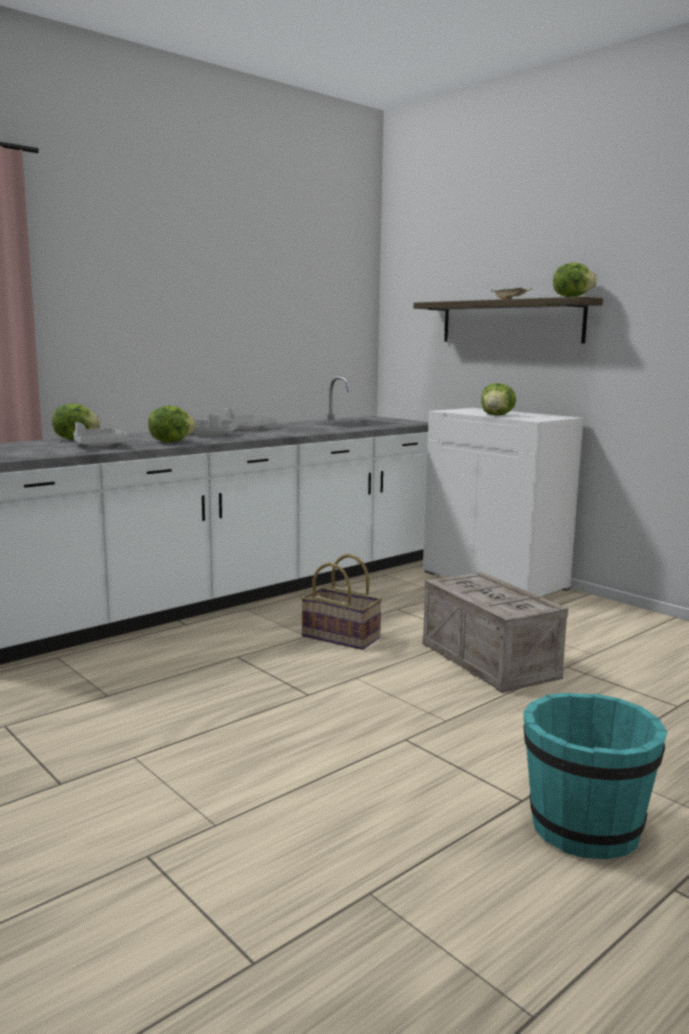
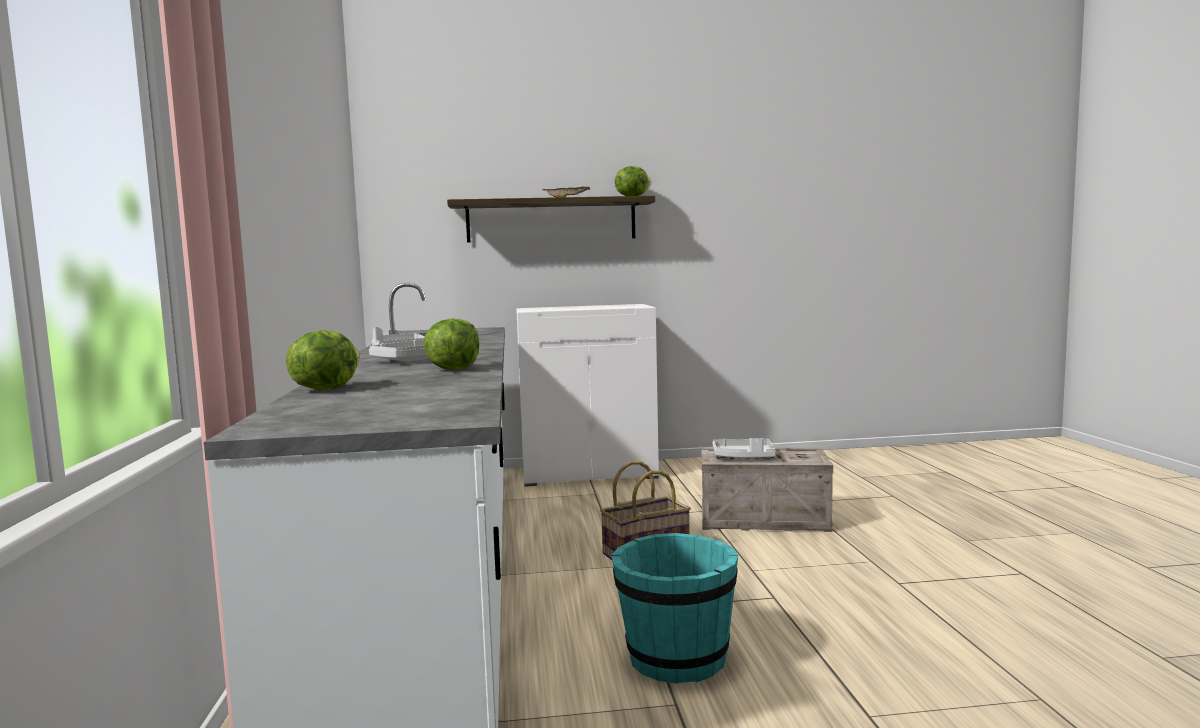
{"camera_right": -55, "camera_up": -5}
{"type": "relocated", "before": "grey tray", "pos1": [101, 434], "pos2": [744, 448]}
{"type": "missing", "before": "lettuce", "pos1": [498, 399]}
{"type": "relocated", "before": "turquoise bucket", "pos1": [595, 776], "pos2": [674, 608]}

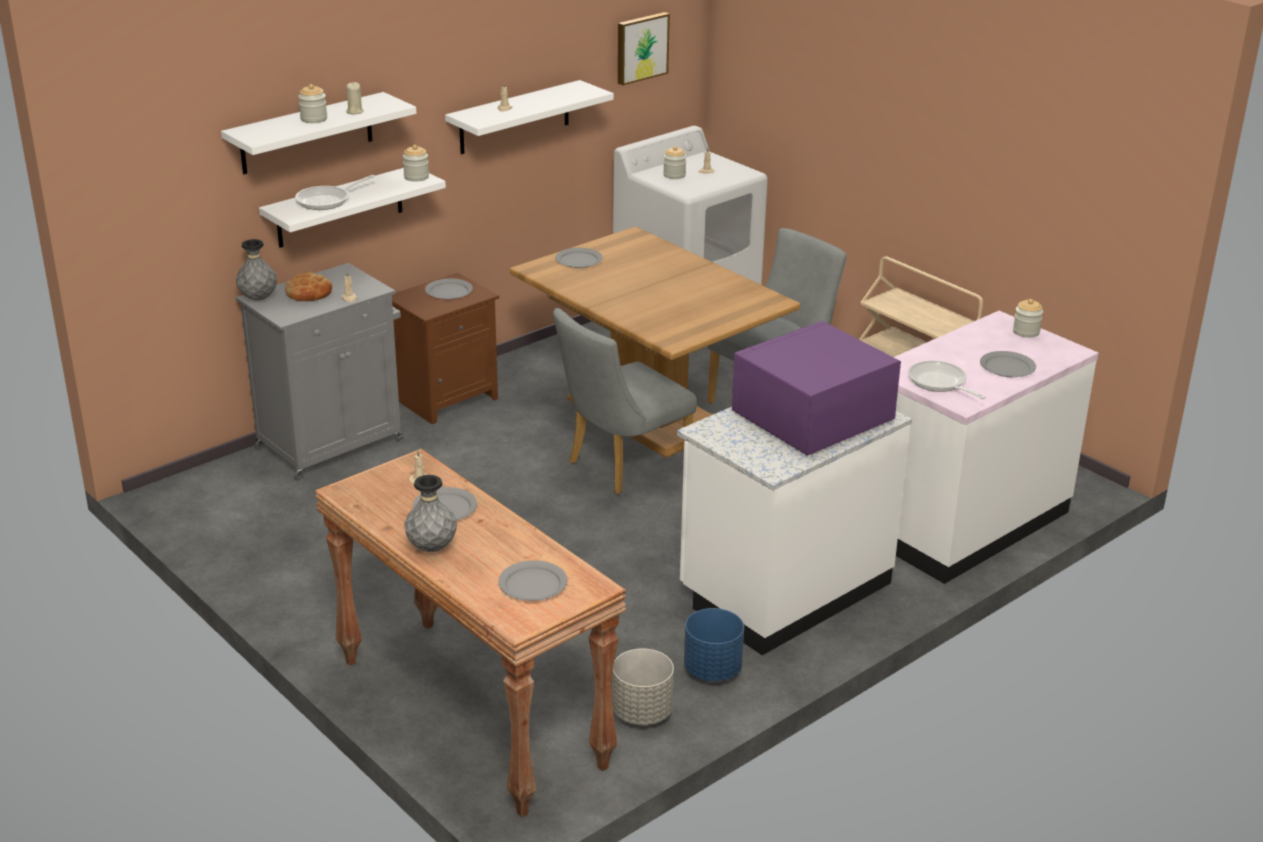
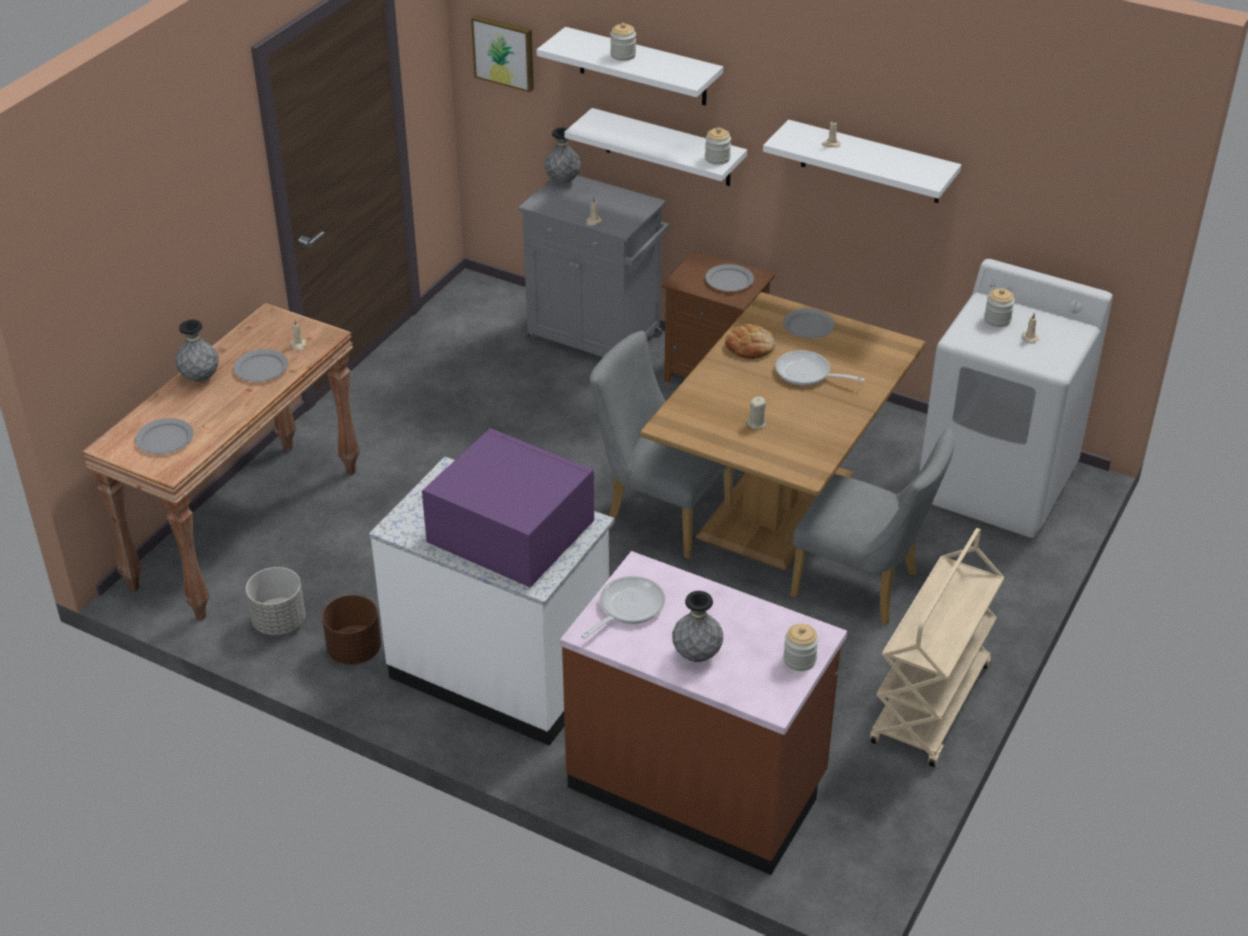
{"camera_right": 70, "camera_up": 10}
{"type": "relocated", "before": "bread", "pos1": [308, 286], "pos2": [750, 341]}
{"type": "relocated", "before": "frying pan", "pos1": [335, 192], "pos2": [820, 368]}
{"type": "relocated", "before": "beige candle", "pos1": [355, 98], "pos2": [756, 412]}
{"type": "relocated", "before": "picture", "pos1": [644, 48], "pos2": [502, 53]}
{"type": "colour", "before": "blue planter", "after": "brown planter", "pos1": [714, 644], "pos2": [351, 630]}
{"type": "colour", "before": "white counter", "after": "brown counter", "pos1": [996, 447], "pos2": [703, 713]}
{"type": "exchanged", "before": "grey plate", "after": "grey vase", "pos1": [1008, 364], "pos2": [697, 626]}

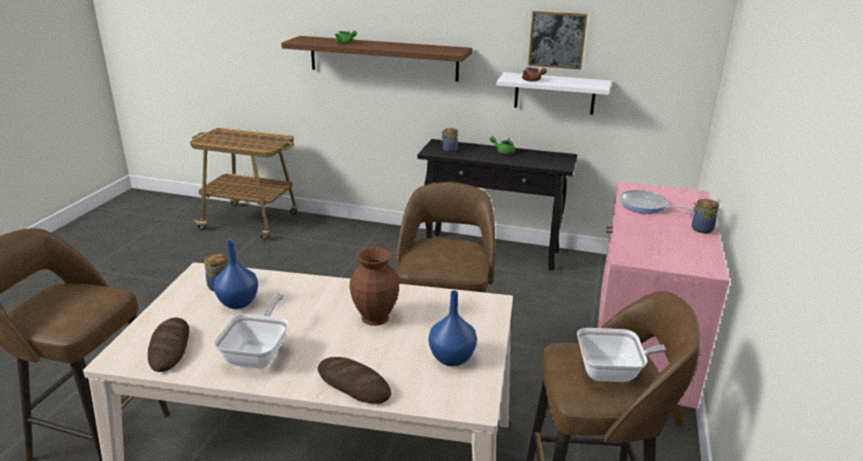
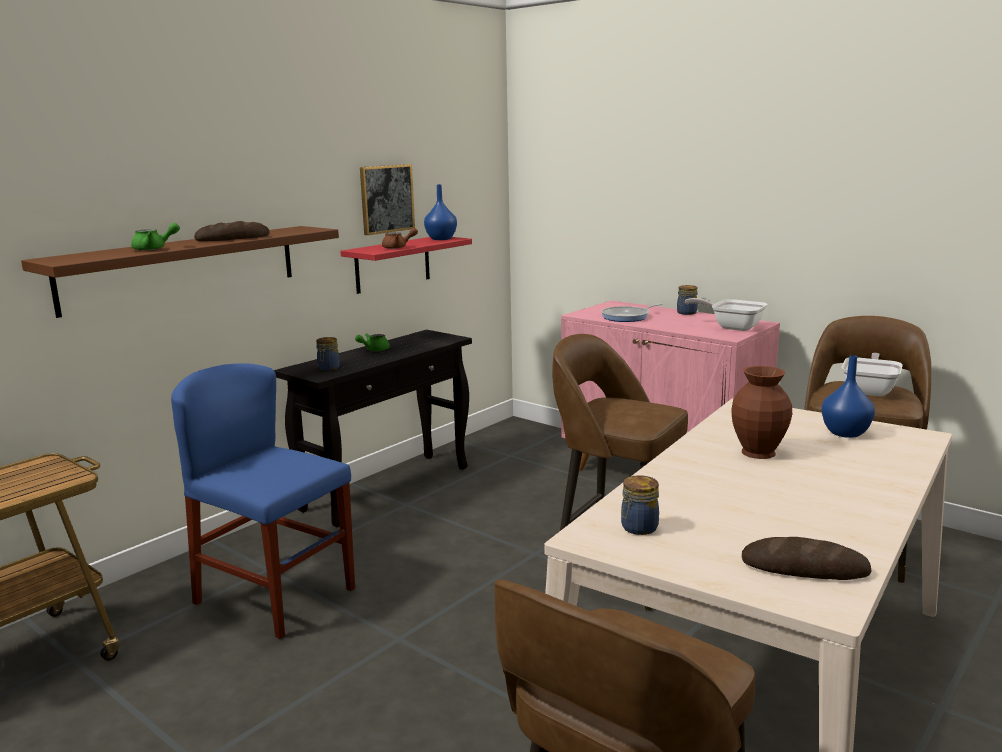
{"camera_right": -65, "camera_up": -10}
{"type": "relocated", "before": "blue vase", "pos1": [236, 275], "pos2": [440, 212]}
{"type": "relocated", "before": "frying pan", "pos1": [251, 331], "pos2": [726, 314]}
{"type": "relocated", "before": "bread", "pos1": [354, 380], "pos2": [231, 231]}
{"type": "colour", "before": "white shelf", "after": "red shelf", "pos1": [553, 93], "pos2": [406, 265]}
{"type": "appeared", "after": "blue chair", "pos2": [263, 501]}

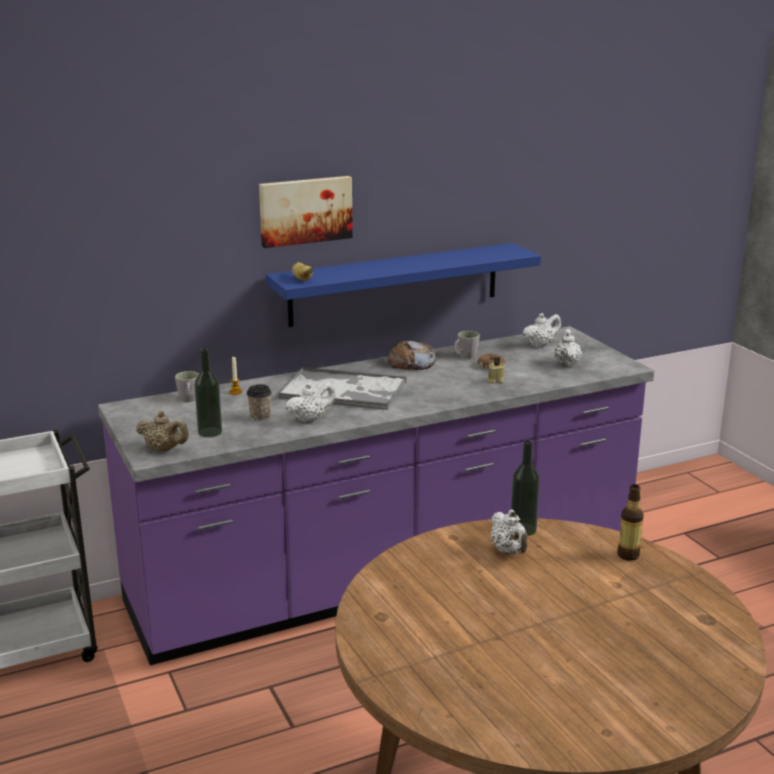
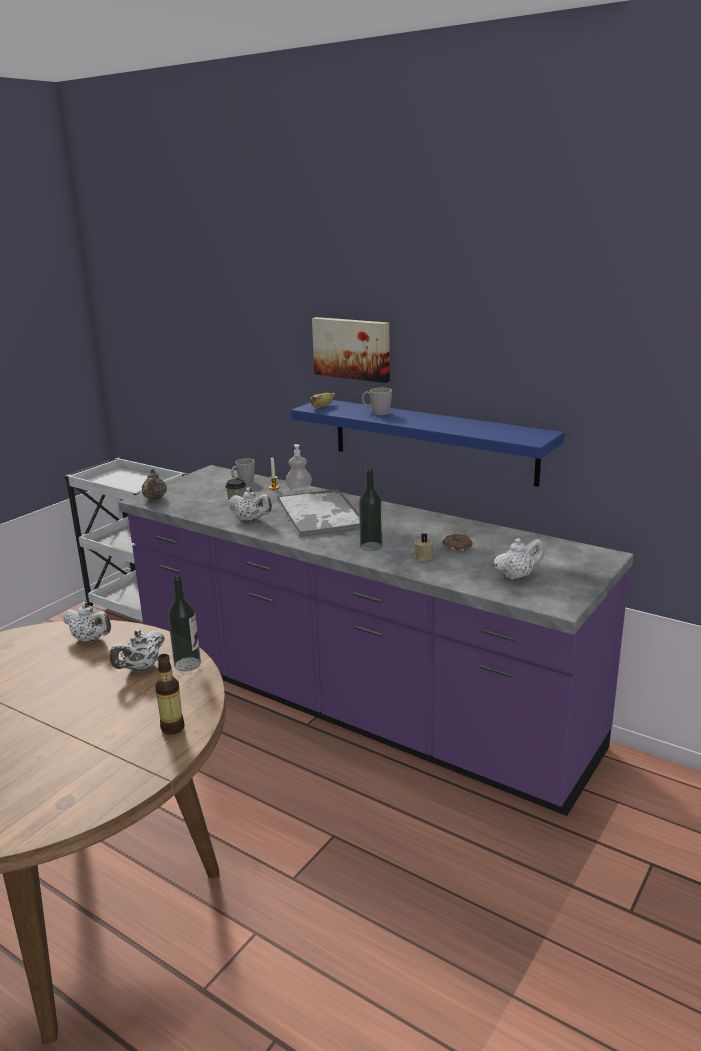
{"camera_right": 60, "camera_up": 0}
{"type": "relocated", "before": "bottle", "pos1": [208, 393], "pos2": [370, 509]}
{"type": "missing", "before": "bread", "pos1": [412, 355]}
{"type": "relocated", "before": "grey mug", "pos1": [467, 345], "pos2": [377, 401]}
{"type": "relocated", "before": "white teapot", "pos1": [542, 330], "pos2": [87, 622]}
{"type": "appeared", "after": "soap dispenser", "pos2": [299, 467]}

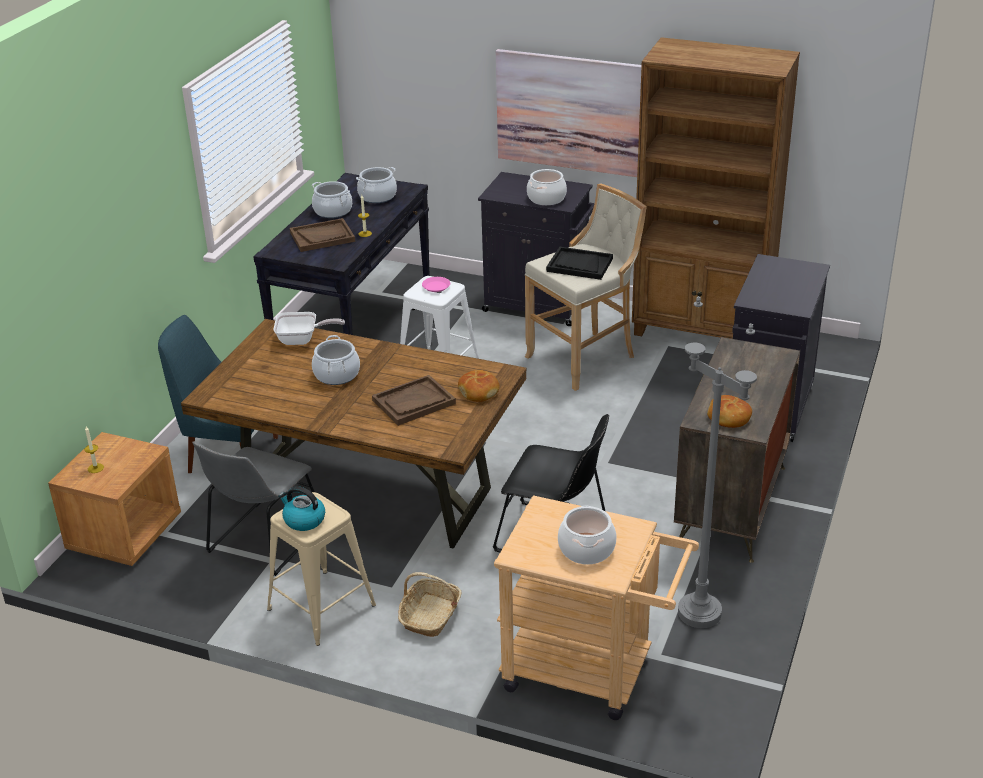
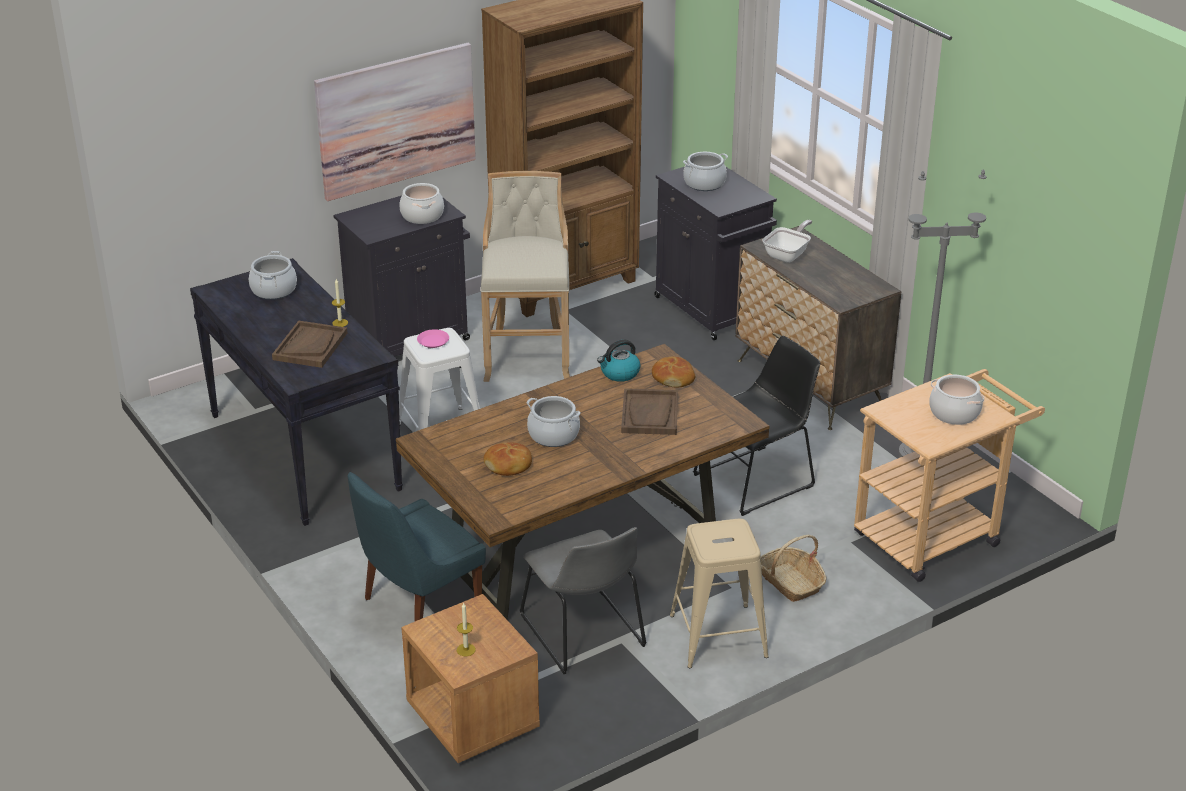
{"camera_right": -55, "camera_up": 0}
{"type": "relocated", "before": "frying pan", "pos1": [309, 328], "pos2": [787, 241]}
{"type": "relocated", "before": "kettle", "pos1": [301, 508], "pos2": [618, 361]}
{"type": "relocated", "before": "cooking pot", "pos1": [332, 199], "pos2": [705, 171]}
{"type": "missing", "before": "black tray", "pos1": [579, 263]}
{"type": "relocated", "before": "bread", "pos1": [729, 411], "pos2": [508, 459]}

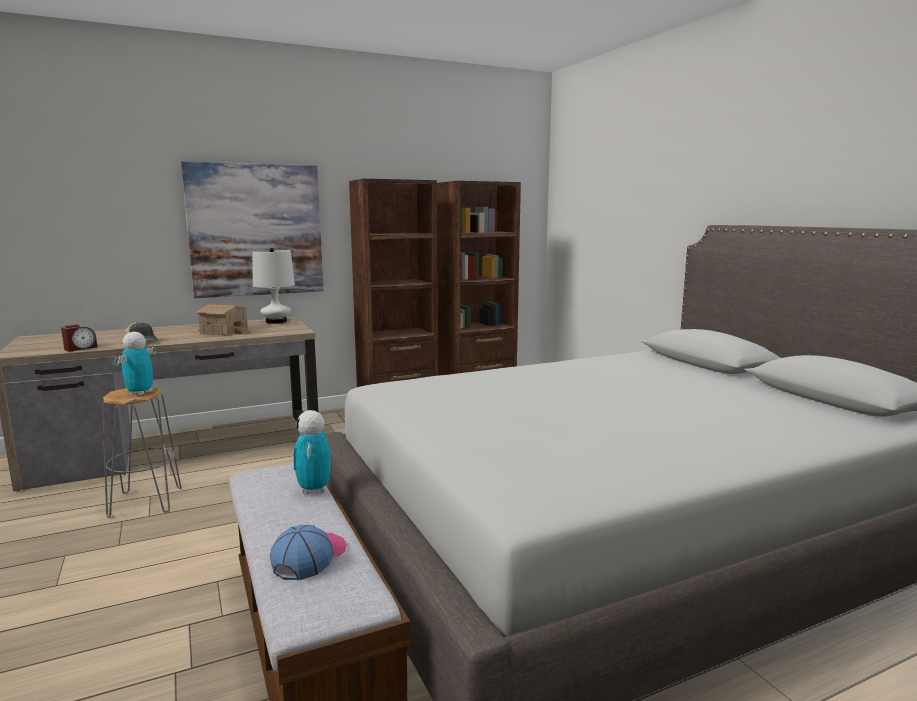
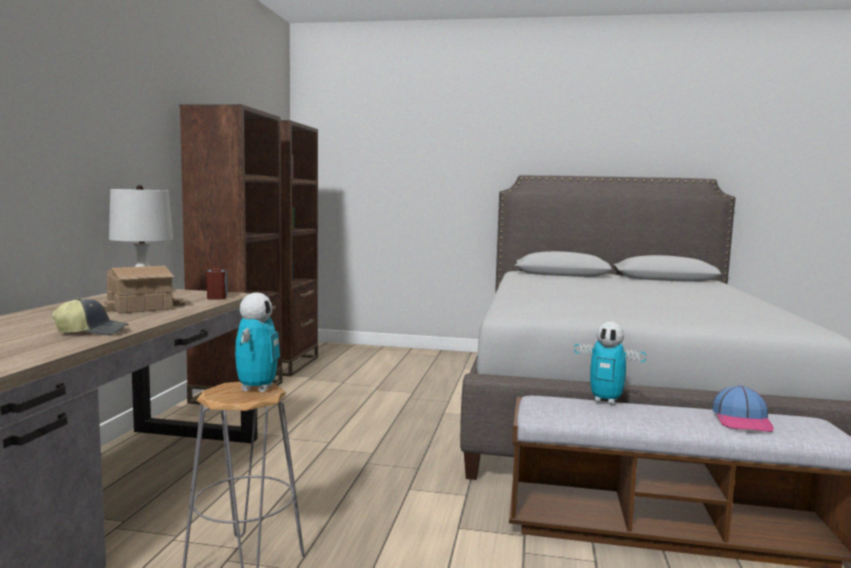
{"camera_right": -55, "camera_up": -5}
{"type": "relocated", "before": "alarm clock", "pos1": [79, 337], "pos2": [217, 284]}
{"type": "spun", "before": "toy robot", "pos1": [135, 364], "pos2": [257, 342], "turn": -135}
{"type": "missing", "before": "picture", "pos1": [252, 229]}
{"type": "spun", "before": "cap", "pos1": [308, 552], "pos2": [743, 408], "turn": -135}

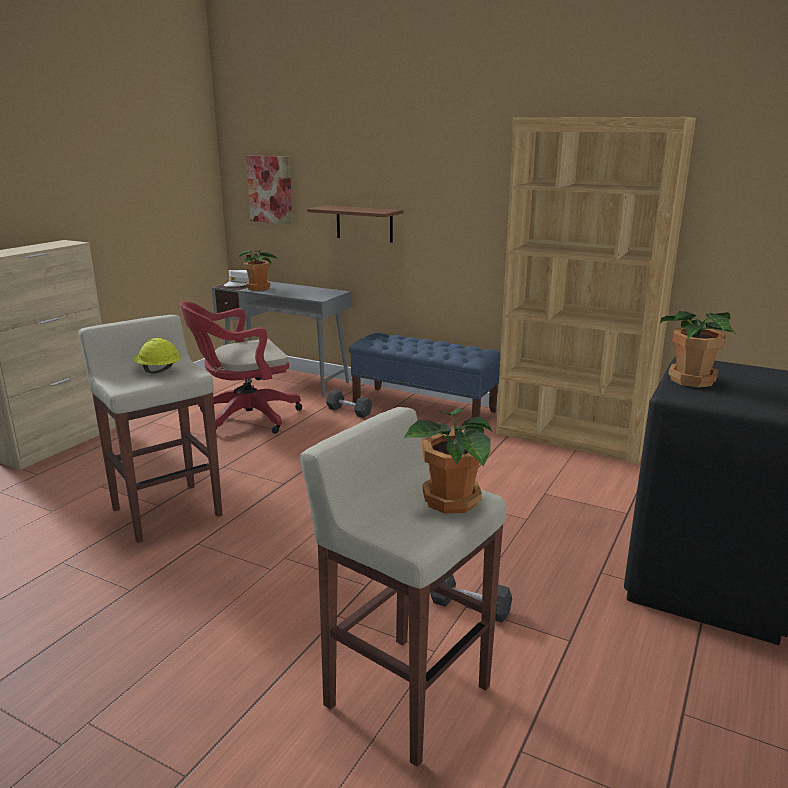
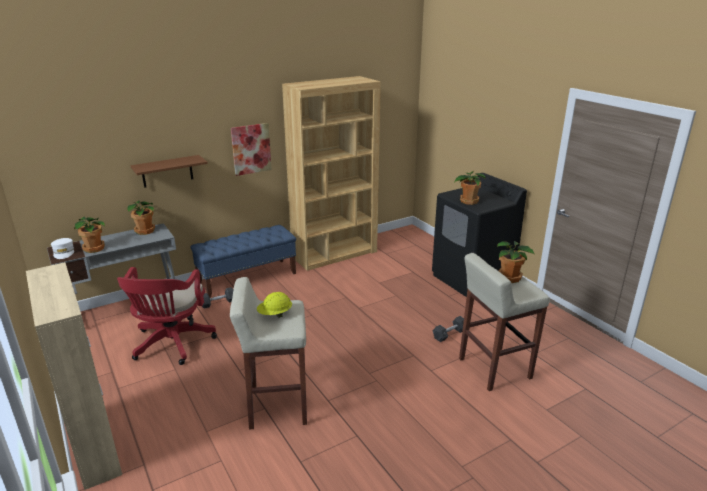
{"camera_right": -60, "camera_up": 5}
{"type": "relocated", "before": "picture", "pos1": [269, 190], "pos2": [251, 149]}
{"type": "appeared", "after": "potted plant", "pos2": [141, 218]}

